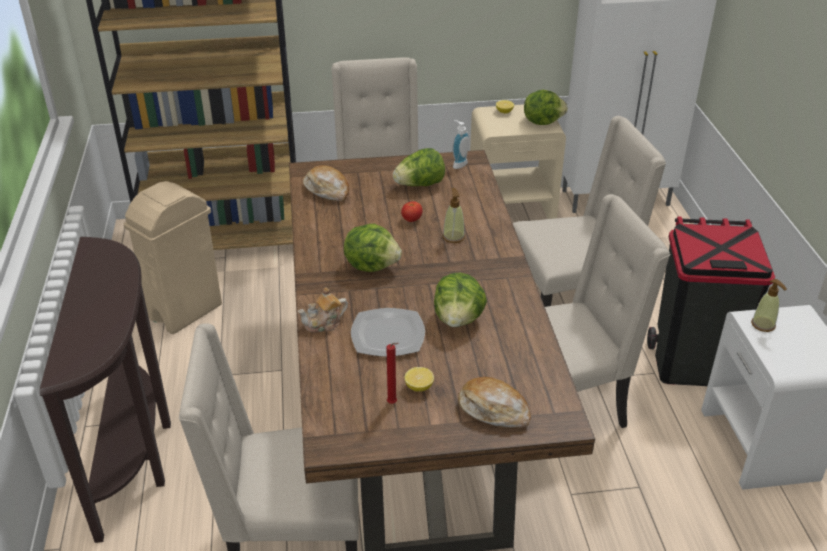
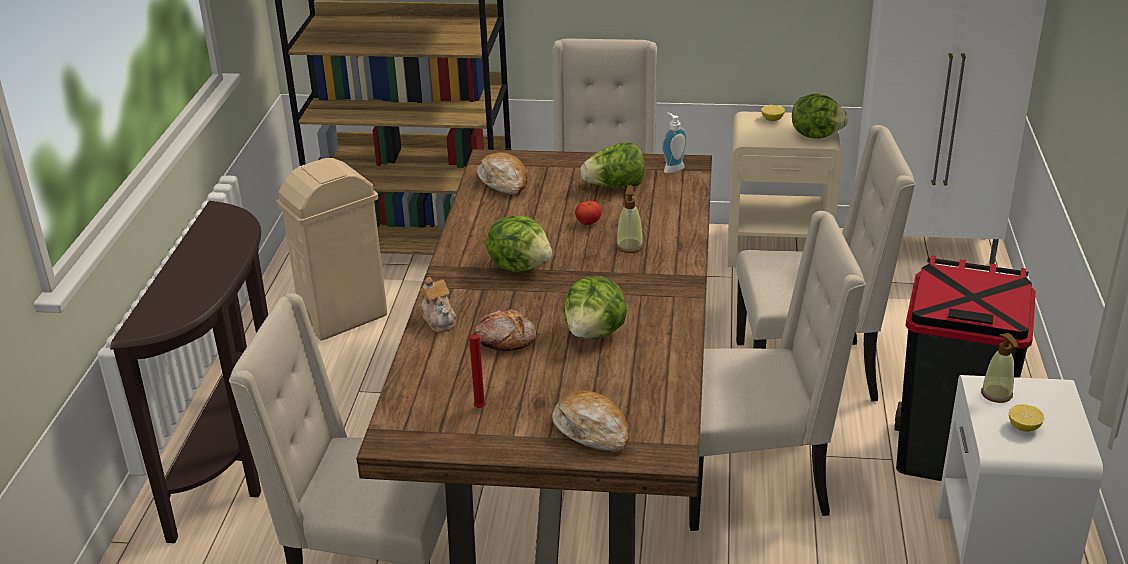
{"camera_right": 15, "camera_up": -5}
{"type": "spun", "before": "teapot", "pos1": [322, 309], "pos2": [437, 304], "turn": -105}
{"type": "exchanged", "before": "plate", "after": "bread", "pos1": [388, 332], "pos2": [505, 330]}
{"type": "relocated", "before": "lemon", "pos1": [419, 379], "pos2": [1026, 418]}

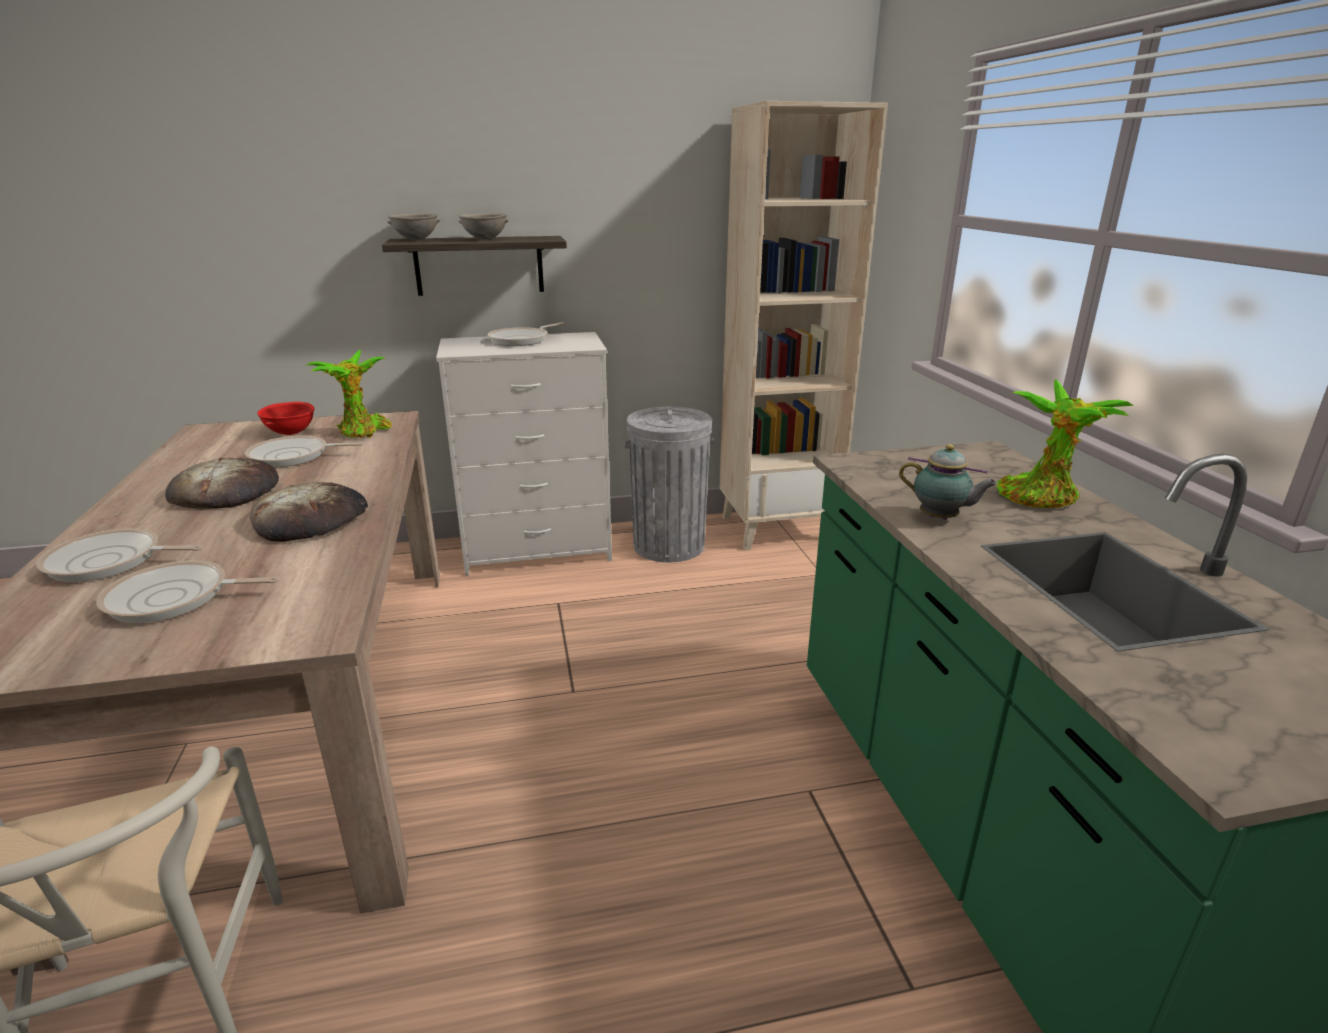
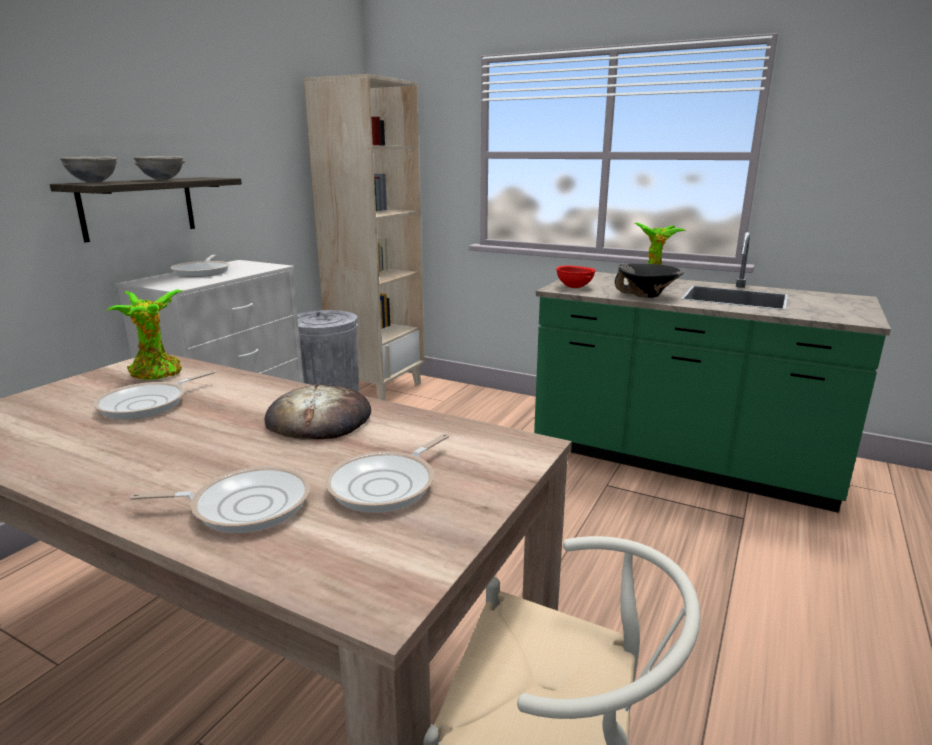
{"camera_right": -50, "camera_up": -5}
{"type": "spun", "before": "frying pan", "pos1": [119, 555], "pos2": [219, 499], "turn": -135}
{"type": "missing", "before": "bread", "pos1": [222, 484]}
{"type": "relocated", "before": "red bowl", "pos1": [286, 418], "pos2": [576, 276]}
{"type": "exchanged", "before": "teapot", "after": "black bowl", "pos1": [948, 482], "pos2": [649, 281]}

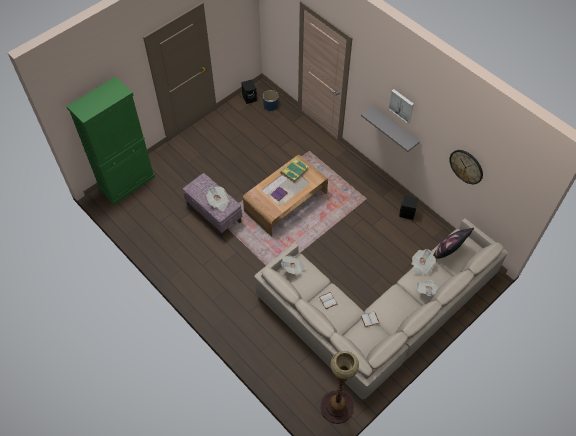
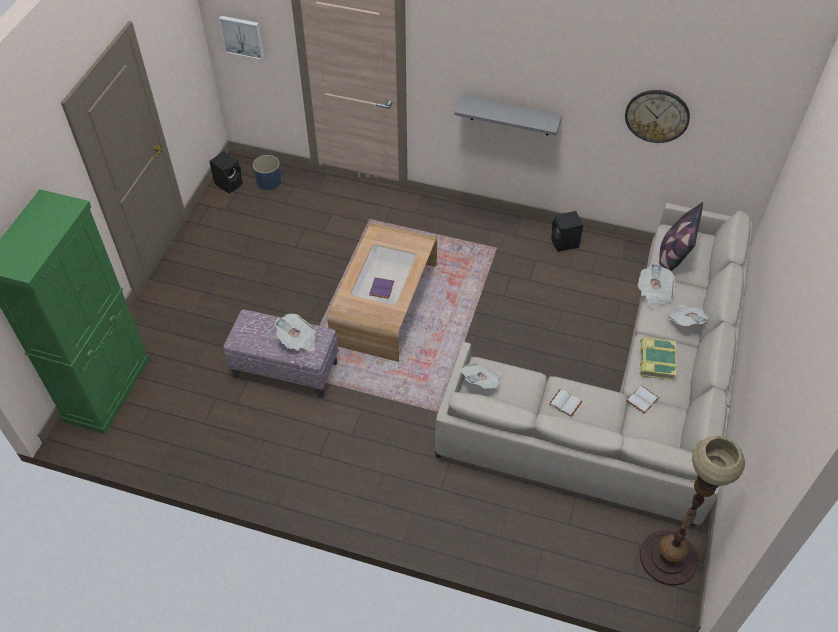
{"camera_right": -30, "camera_up": -5}
{"type": "relocated", "before": "book", "pos1": [295, 170], "pos2": [658, 358]}
{"type": "relocated", "before": "picture", "pos1": [401, 106], "pos2": [241, 38]}

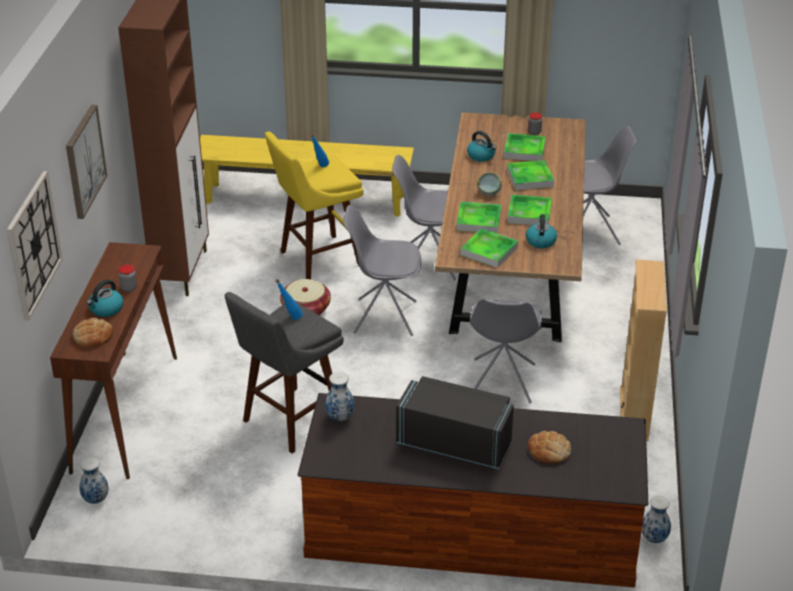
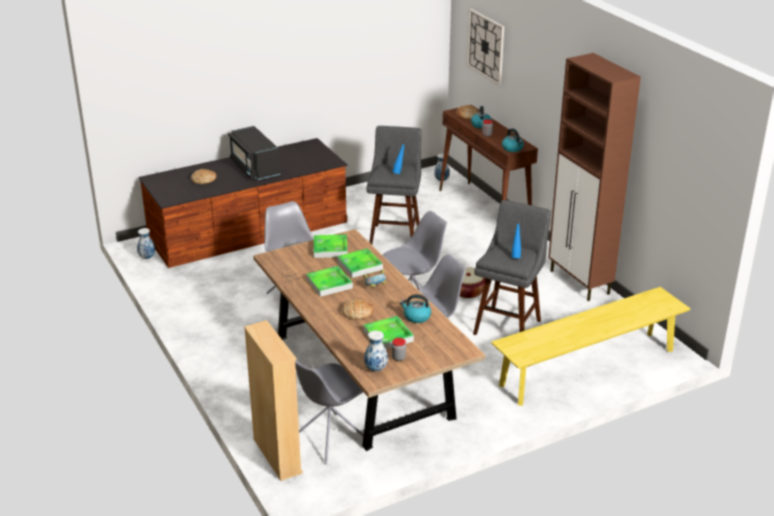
{"camera_right": 145, "camera_up": -5}
{"type": "missing", "before": "picture", "pos1": [86, 162]}
{"type": "colour", "before": "yellow stool", "after": "grey stool", "pos1": [314, 205], "pos2": [512, 267]}
{"type": "relocated", "before": "vase", "pos1": [340, 396], "pos2": [376, 351]}
{"type": "spun", "before": "black microwave", "pos1": [455, 422], "pos2": [254, 153], "turn": 75}
{"type": "exchanged", "before": "tray", "after": "bread", "pos1": [530, 175], "pos2": [358, 309]}
{"type": "relocated", "before": "kettle", "pos1": [541, 231], "pos2": [513, 140]}
{"type": "relocated", "before": "beige bookcase", "pos1": [643, 350], "pos2": [273, 400]}

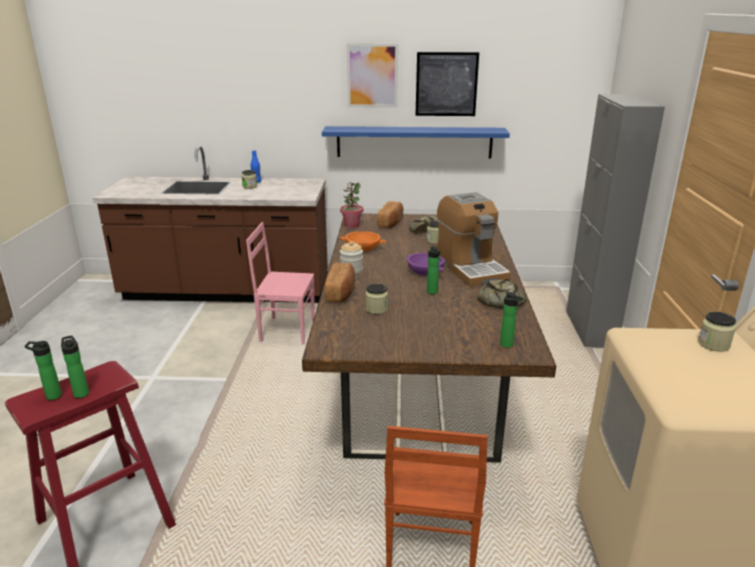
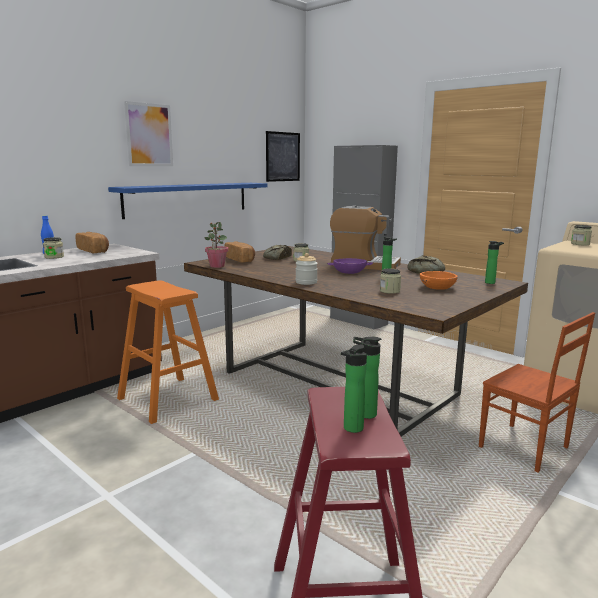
{"camera_right": -50, "camera_up": -10}
{"type": "exchanged", "before": "pink chair", "after": "orange stool", "pos1": [280, 283], "pos2": [168, 352]}
{"type": "relocated", "before": "bread", "pos1": [340, 283], "pos2": [92, 242]}
{"type": "relocated", "before": "orange bowl", "pos1": [363, 241], "pos2": [439, 280]}
{"type": "relocated", "before": "picture", "pos1": [447, 84], "pos2": [283, 156]}

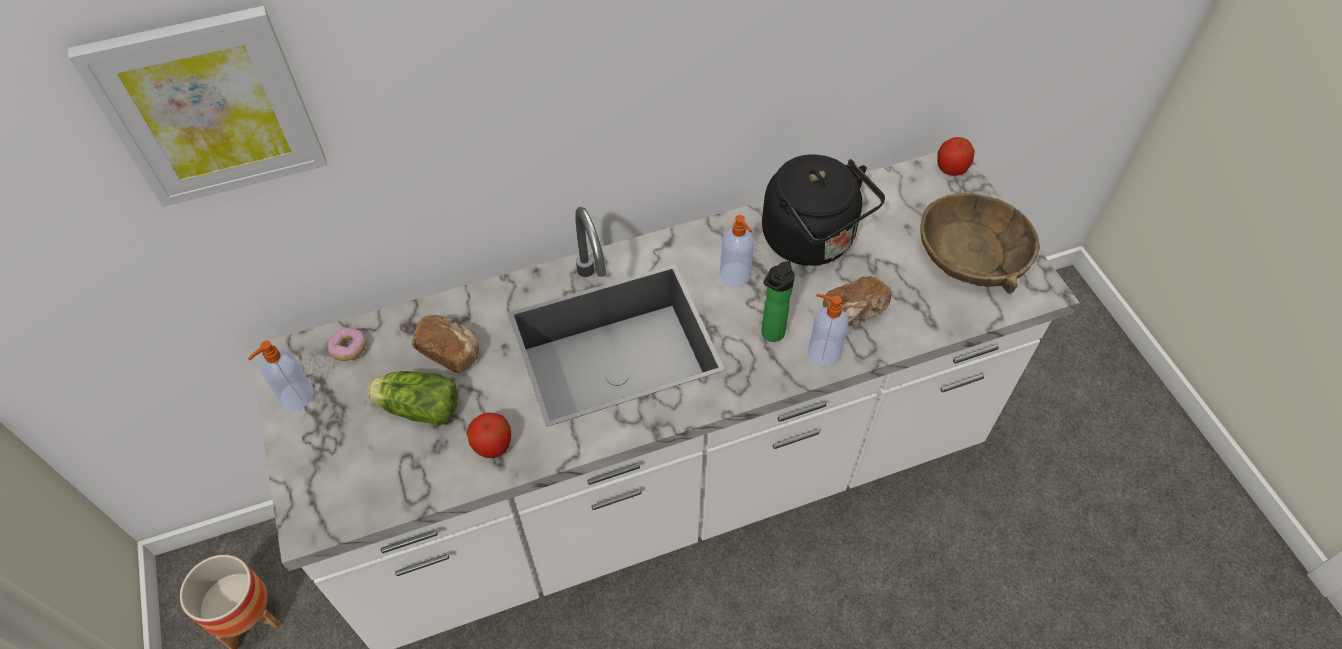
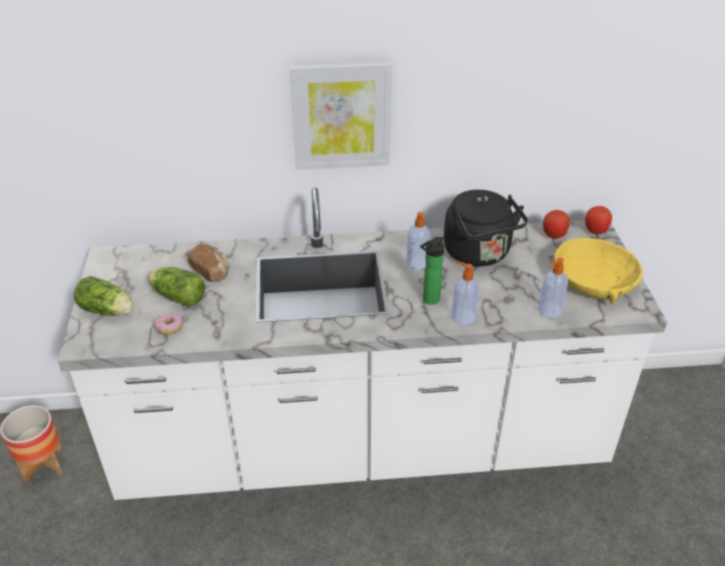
{"camera_right": 15, "camera_up": -15}
{"type": "relocated", "before": "picture", "pos1": [197, 106], "pos2": [341, 115]}
{"type": "relocated", "before": "soap dispenser", "pos1": [281, 375], "pos2": [553, 288]}
{"type": "relocated", "before": "donut", "pos1": [347, 344], "pos2": [168, 324]}
{"type": "relocated", "before": "apple", "pos1": [489, 435], "pos2": [556, 224]}
{"type": "missing", "before": "bread", "pos1": [857, 301]}
{"type": "colour", "before": "brown bowl", "after": "yellow bowl", "pos1": [980, 243], "pos2": [599, 271]}
{"type": "appeared", "after": "lettuce", "pos2": [104, 296]}

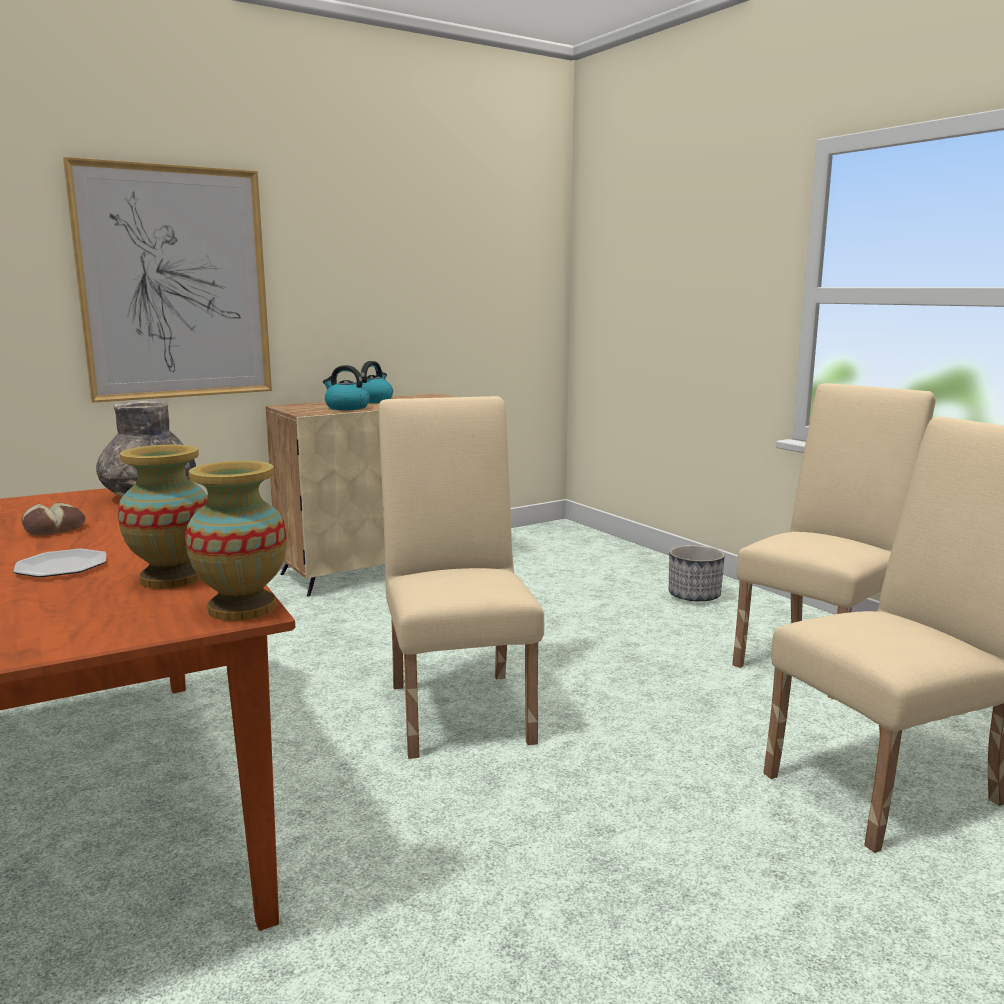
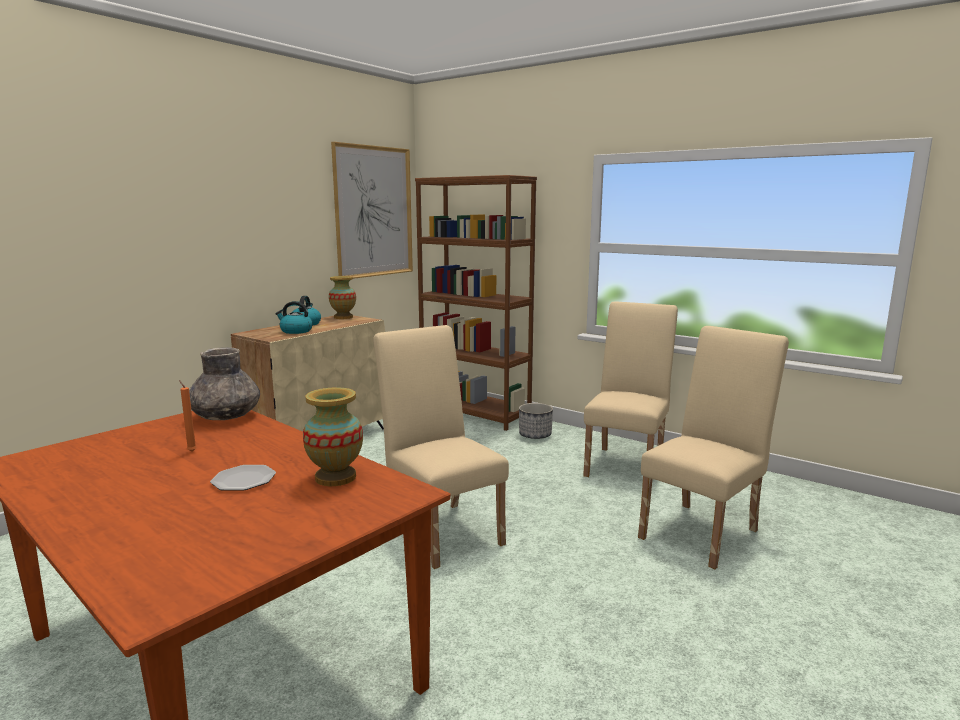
{"camera_right": -20, "camera_up": 0}
{"type": "exchanged", "before": "bread", "after": "orange candle", "pos1": [54, 519], "pos2": [188, 416]}
{"type": "relocated", "before": "picture", "pos1": [167, 280], "pos2": [372, 210]}
{"type": "relocated", "before": "vase", "pos1": [236, 541], "pos2": [342, 297]}
{"type": "appeared", "after": "brown bookcase", "pos2": [476, 303]}

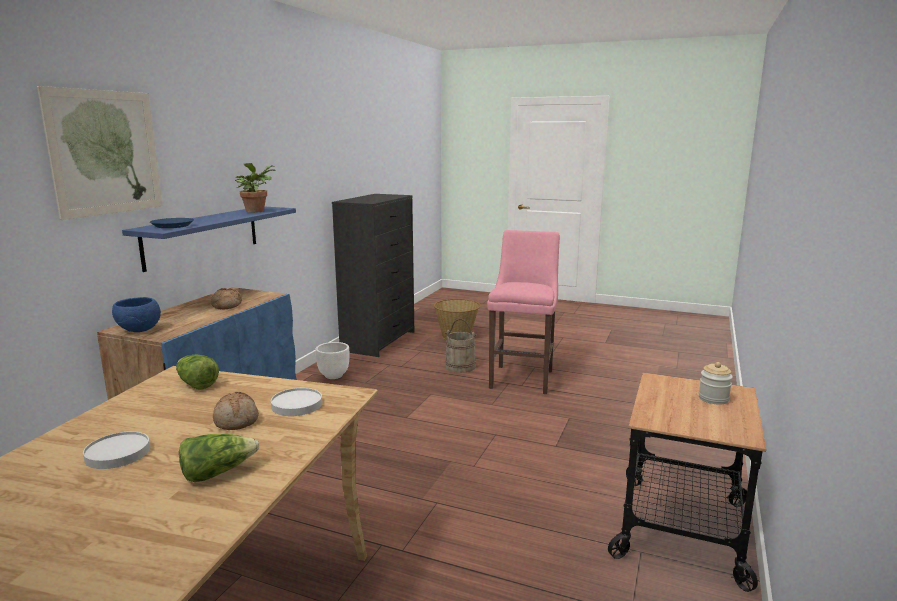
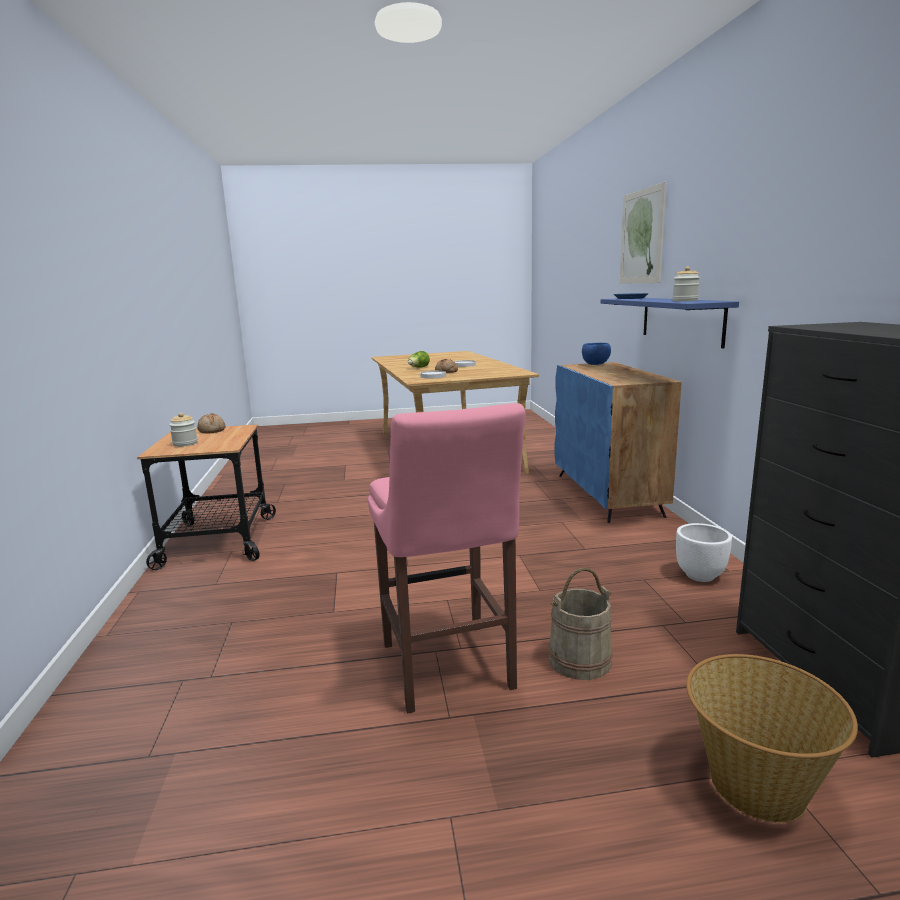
{"camera_right": 150, "camera_up": 0}
{"type": "missing", "before": "lettuce", "pos1": [197, 372]}
{"type": "relocated", "before": "bread", "pos1": [226, 299], "pos2": [211, 423]}
{"type": "exchanged", "before": "potted plant", "after": "jar", "pos1": [255, 188], "pos2": [686, 283]}

